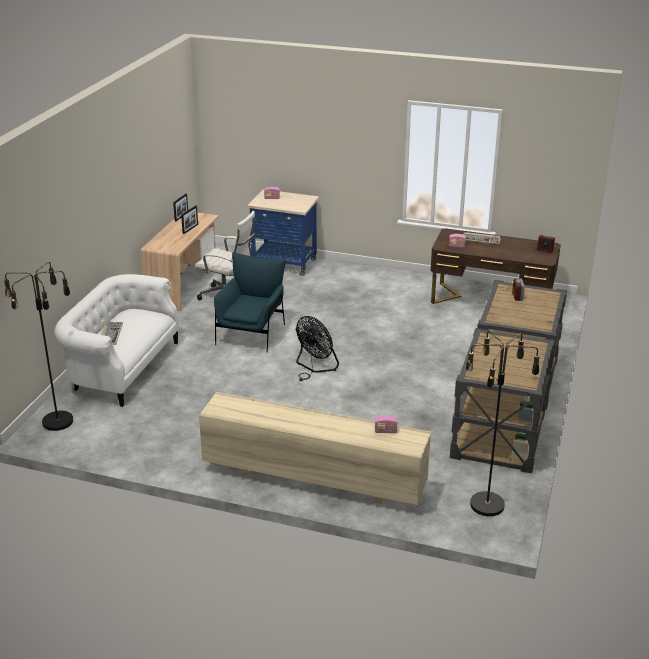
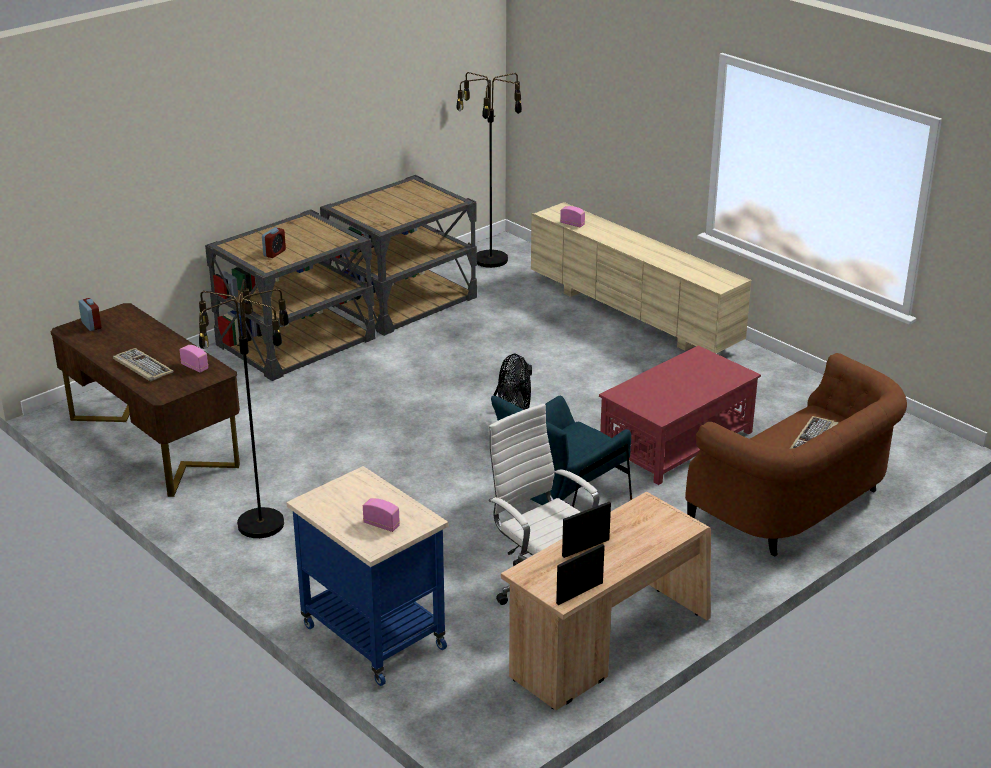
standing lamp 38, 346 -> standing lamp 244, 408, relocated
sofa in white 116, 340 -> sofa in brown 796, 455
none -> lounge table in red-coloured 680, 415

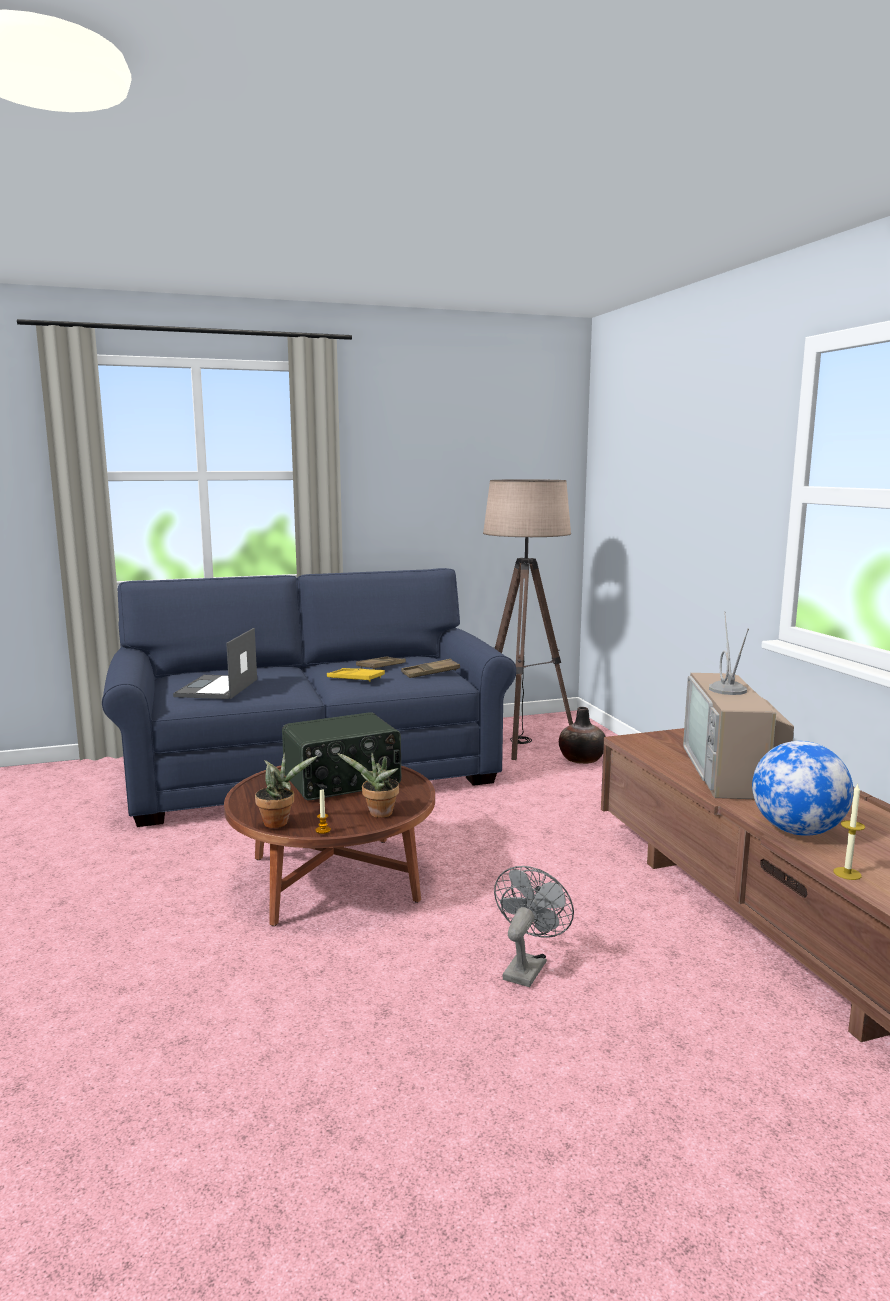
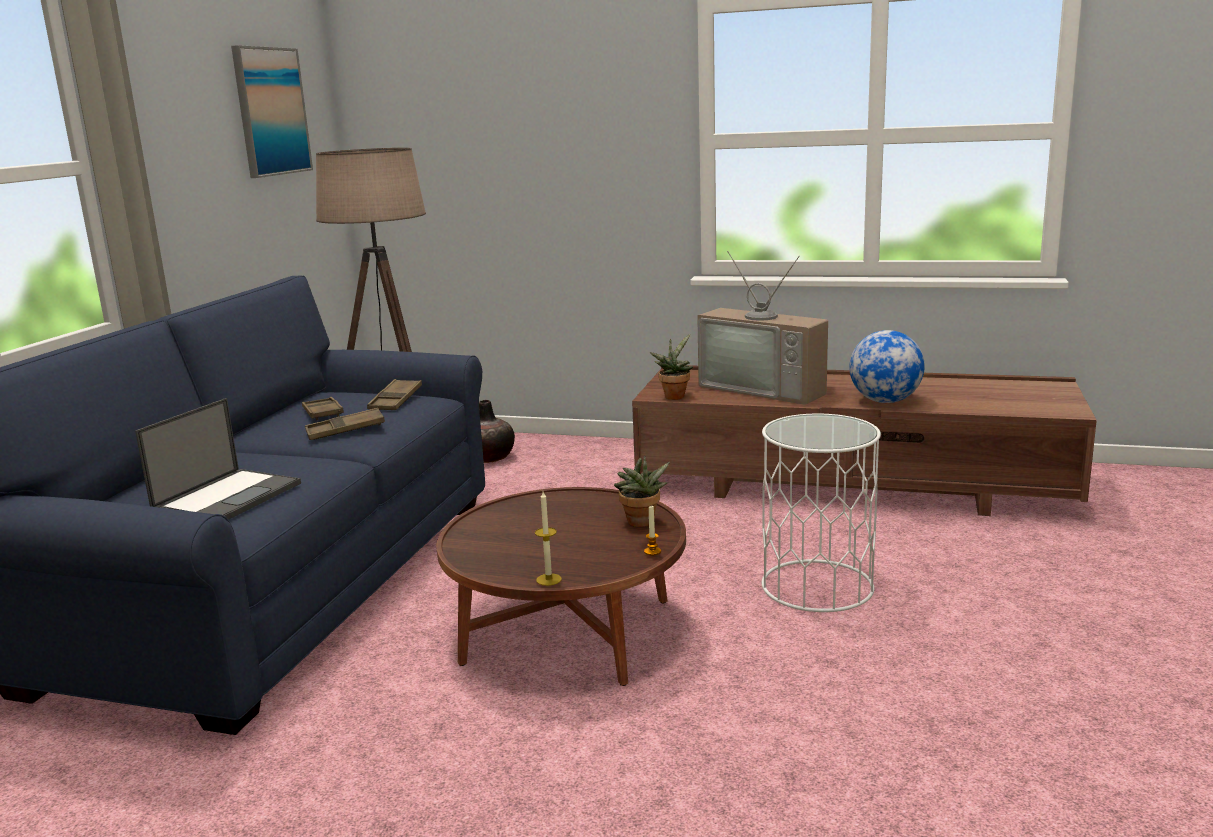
laptop 215, 663 -> laptop 218, 459, 105 degrees counterclockwise
tray in yellow-coloured 356, 675 -> tray in brown 345, 424
radio 341, 756 -> none
potted plant 286, 790 -> potted plant 671, 367, relocated
wax light 849, 832 -> wax light 548, 539, relocated
electric fan in grey 534, 926 -> end table in white 821, 513
none -> wall picture 272, 111

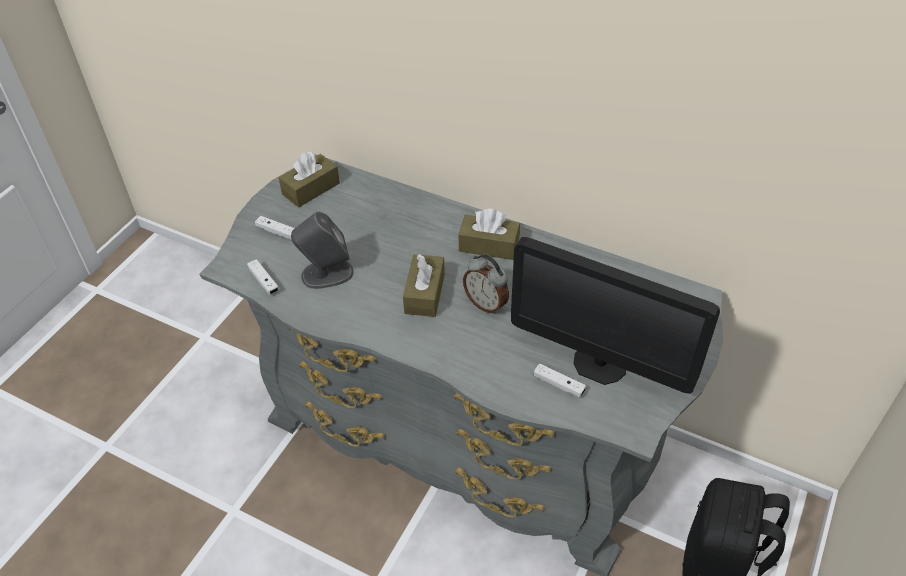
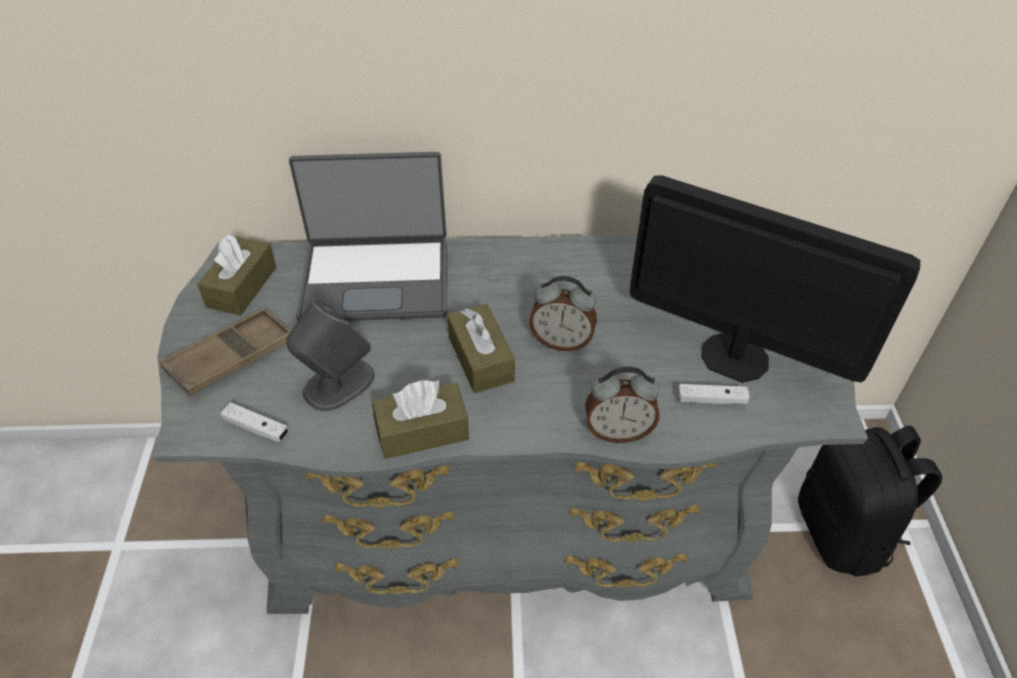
tissue box in brown 489, 234 -> tissue box in brown 420, 419, relocated
game controller in white 275, 228 -> tray in brown 225, 352
computer display 615, 315 -> computer display 775, 279, 150 degrees counterclockwise
none -> laptop 368, 236
none -> table clock 622, 405

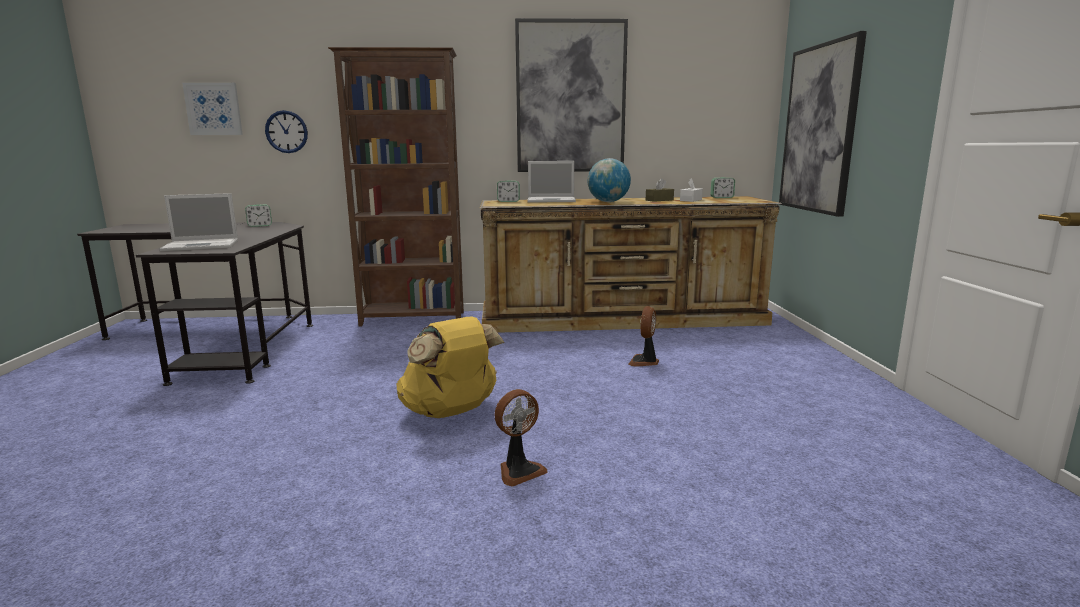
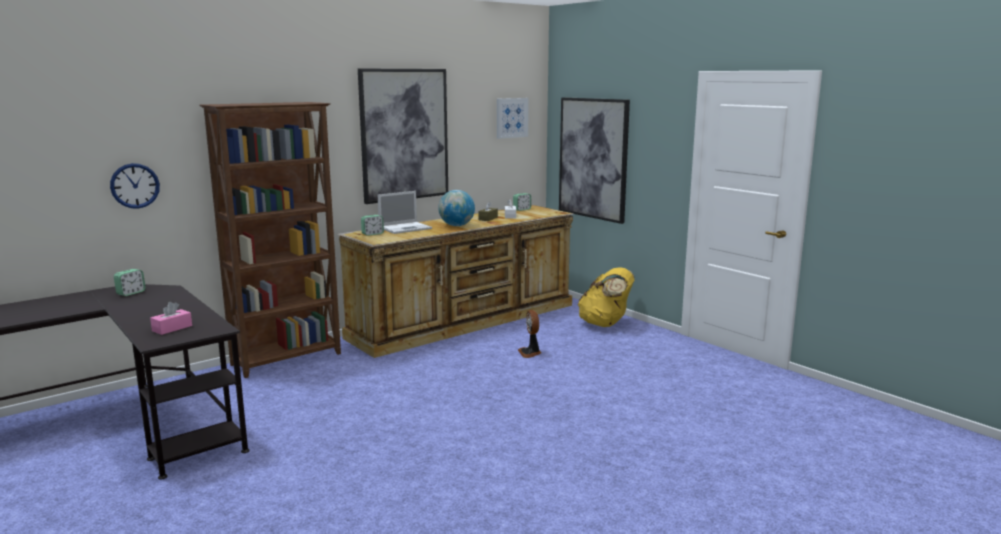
wall picture 212, 109 -> wall picture 513, 118, relocated
laptop 199, 222 -> tissue box in pink-coloured 171, 318
knapsack in yellow-coloured 451, 367 -> knapsack in yellow-coloured 606, 297, relocated
electric fan 521, 438 -> none

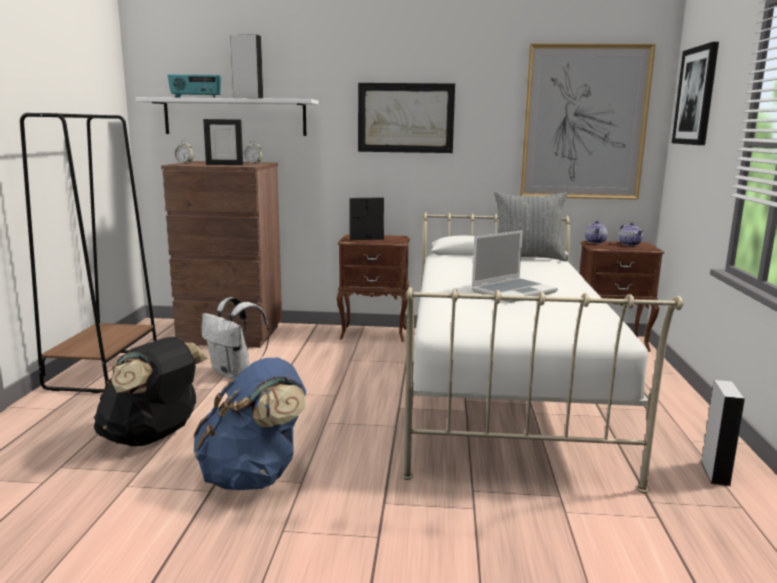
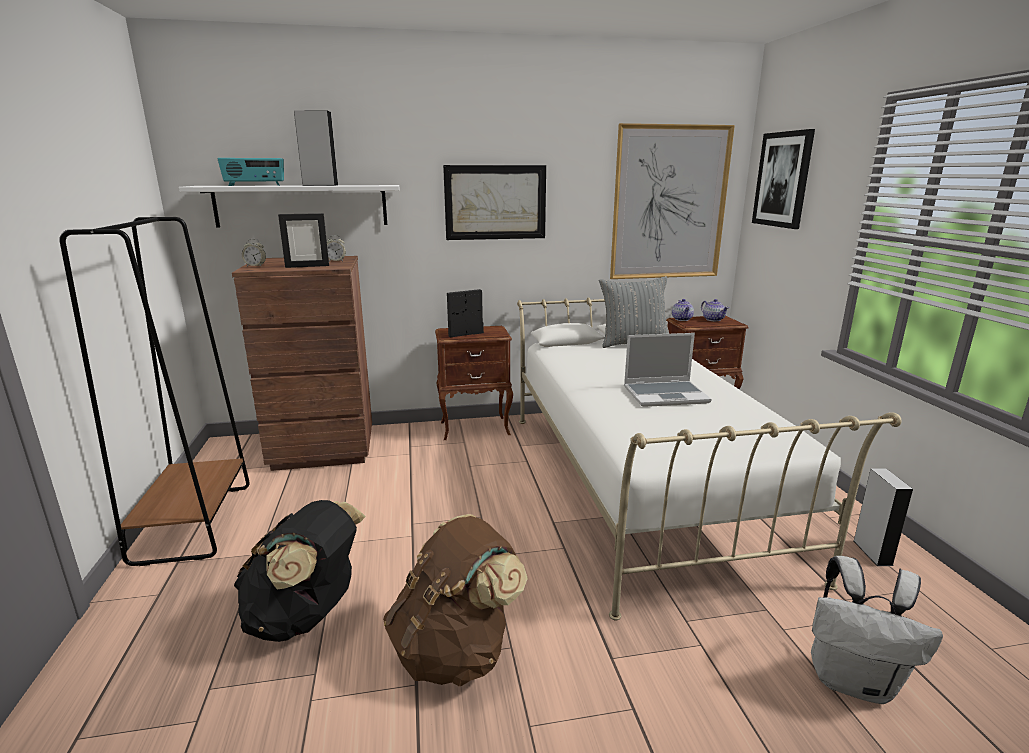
laptop 514, 266 -> laptop 667, 370, 45 degrees clockwise
knapsack in white 236, 338 -> knapsack in white 877, 630, relocated
knapsack in blue-coloured 250, 424 -> knapsack in brown 455, 600

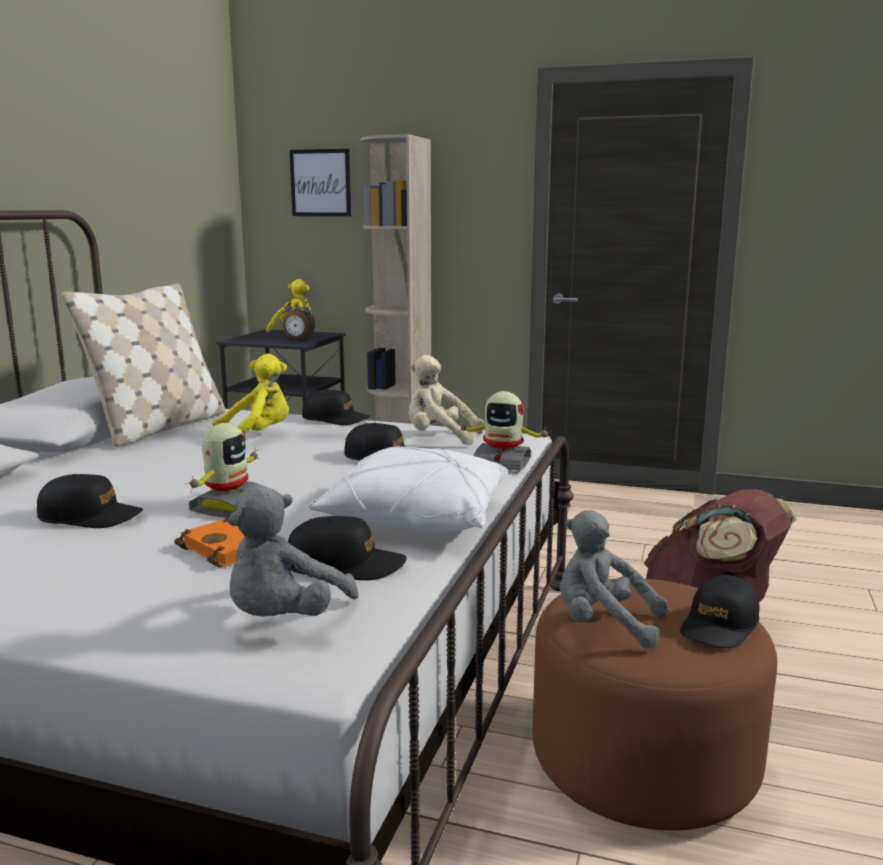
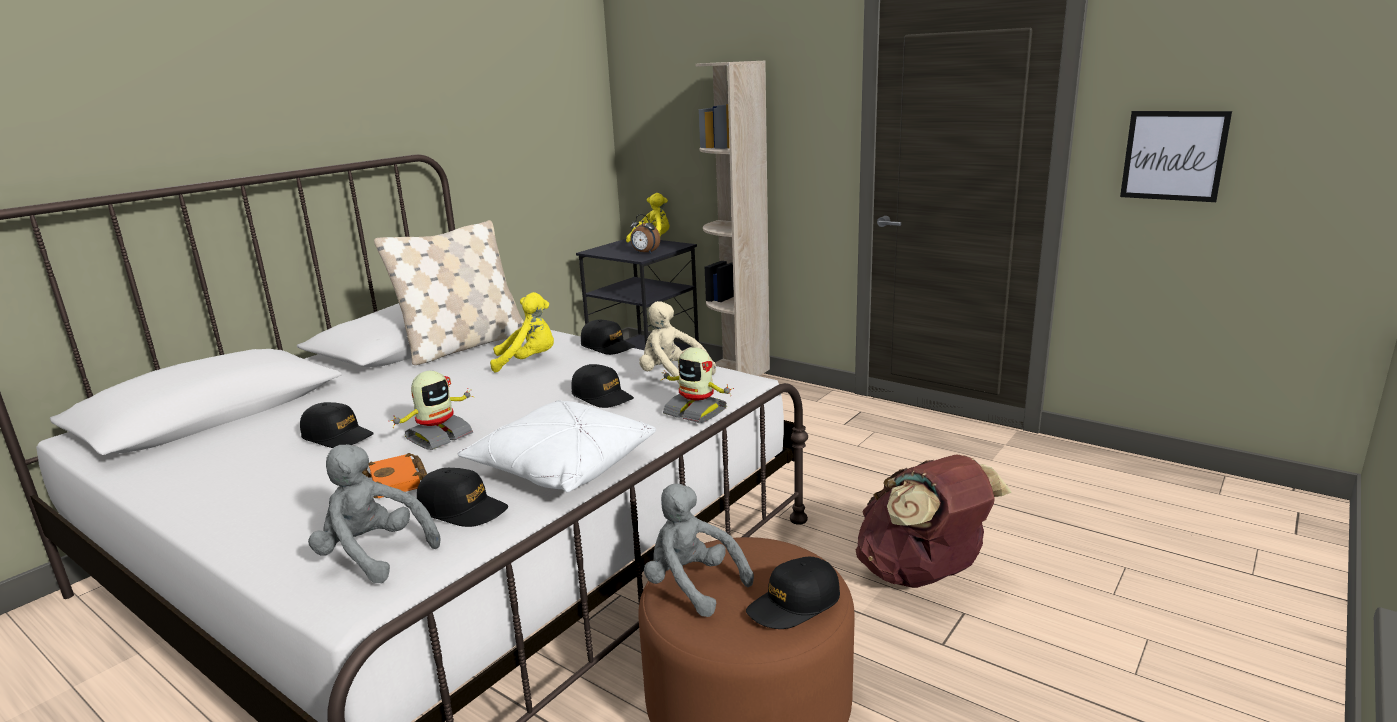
wall picture 320, 182 -> wall picture 1176, 156, relocated
plush toy in grey 293, 551 -> plush toy in grey 374, 513, 75 degrees clockwise

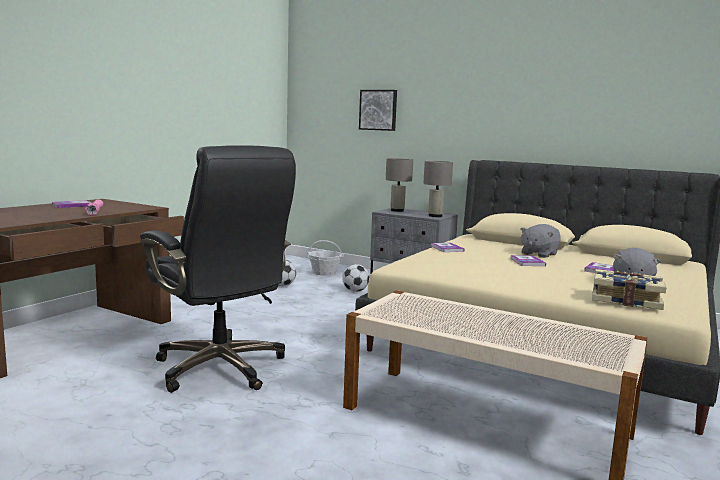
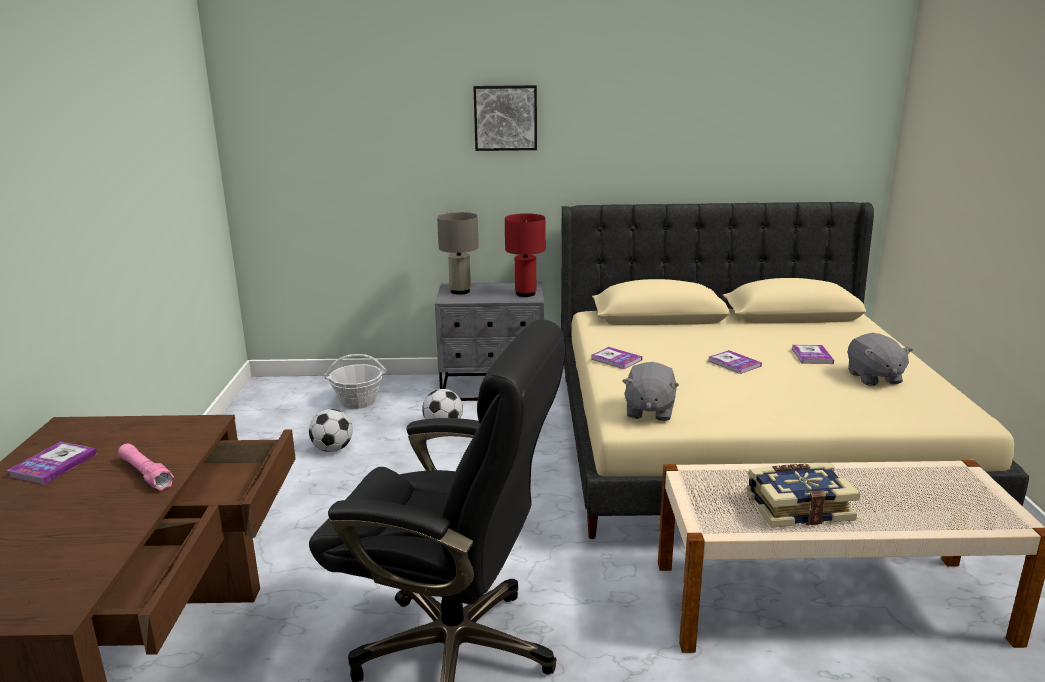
wall picture 378, 110 -> wall picture 505, 118, relocated
table lamp in grey 438, 189 -> table lamp in red-coloured 525, 255
plush toy in grey 540, 241 -> plush toy in grey 650, 391, relocated
volume 629, 289 -> volume 803, 495, relocated

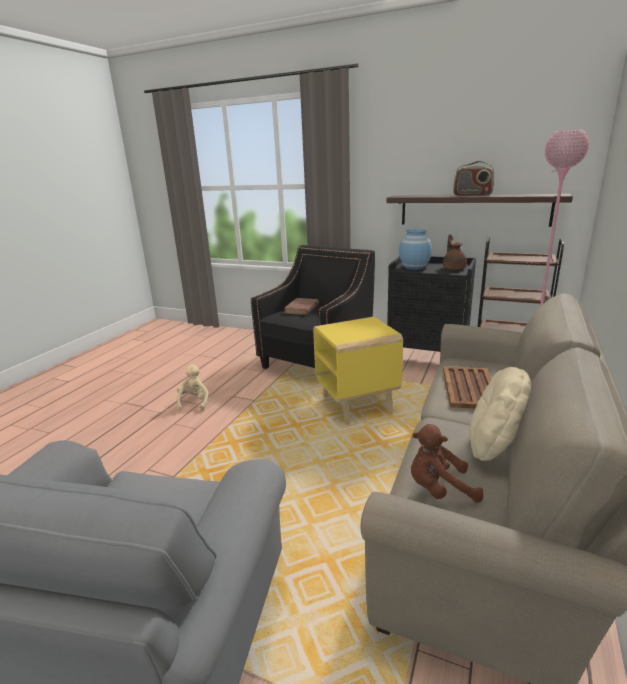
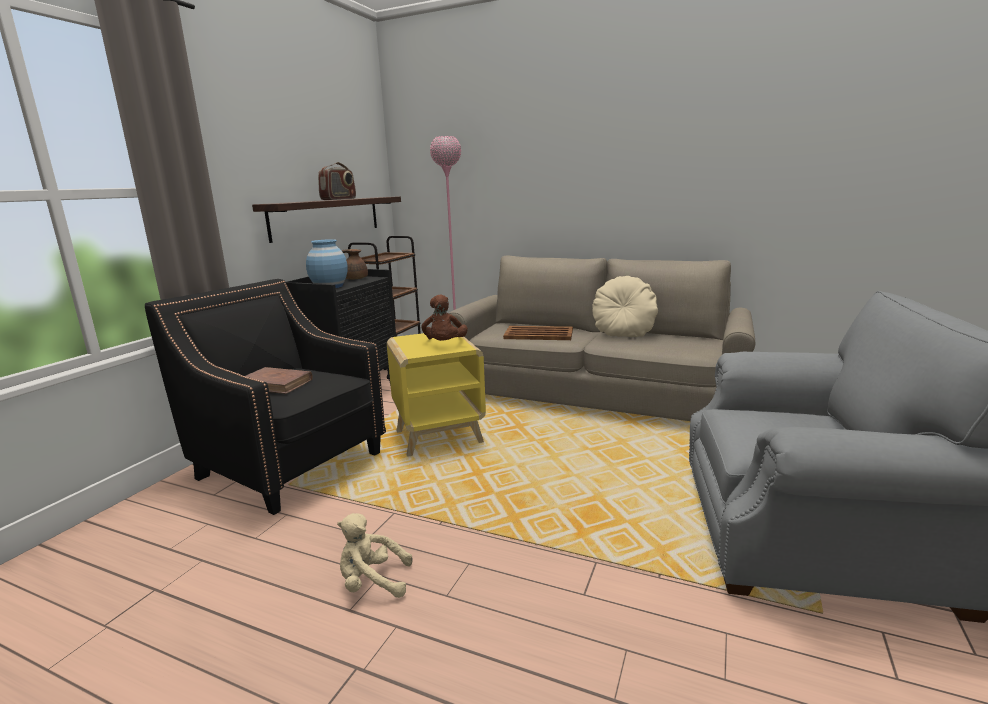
plush toy in brown 447, 463 -> plush toy in brown 444, 317, relocated

